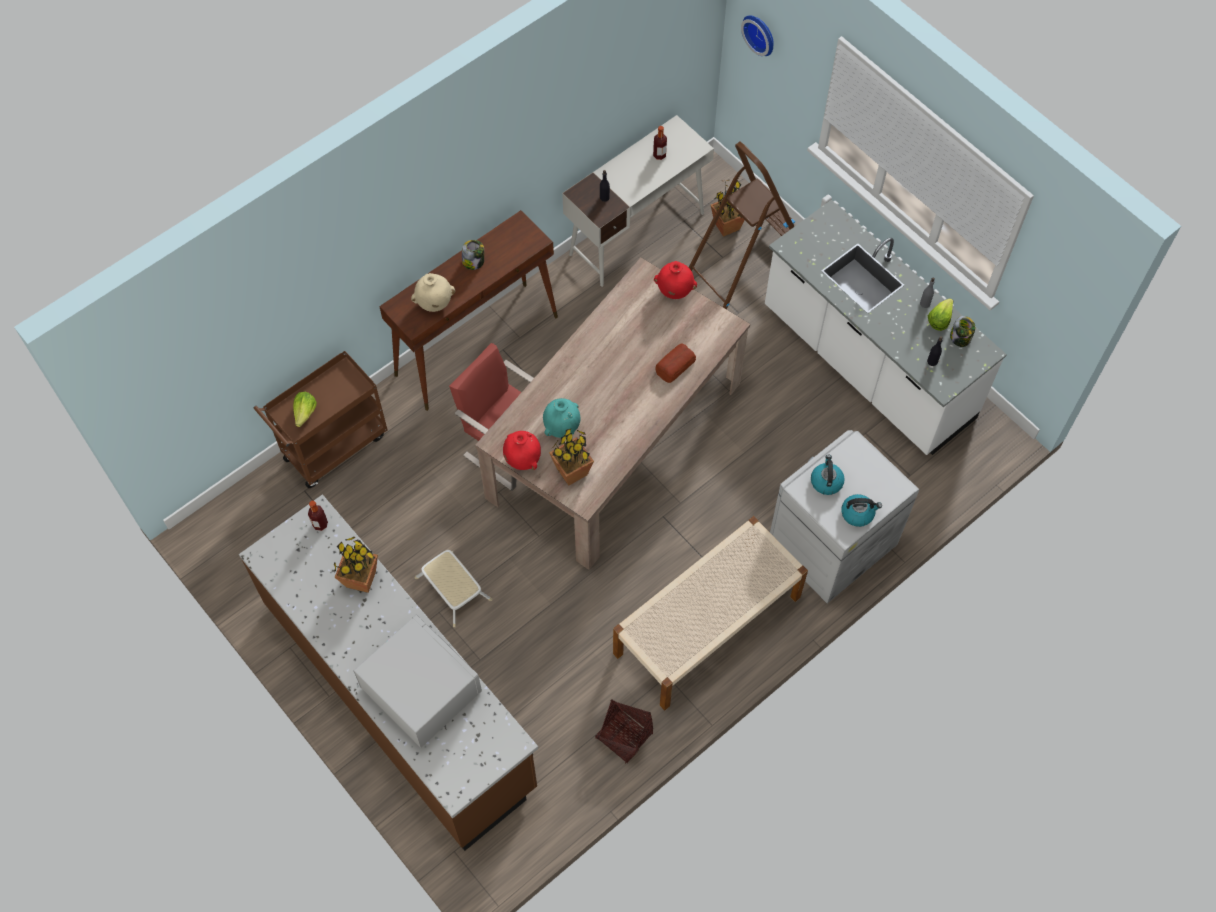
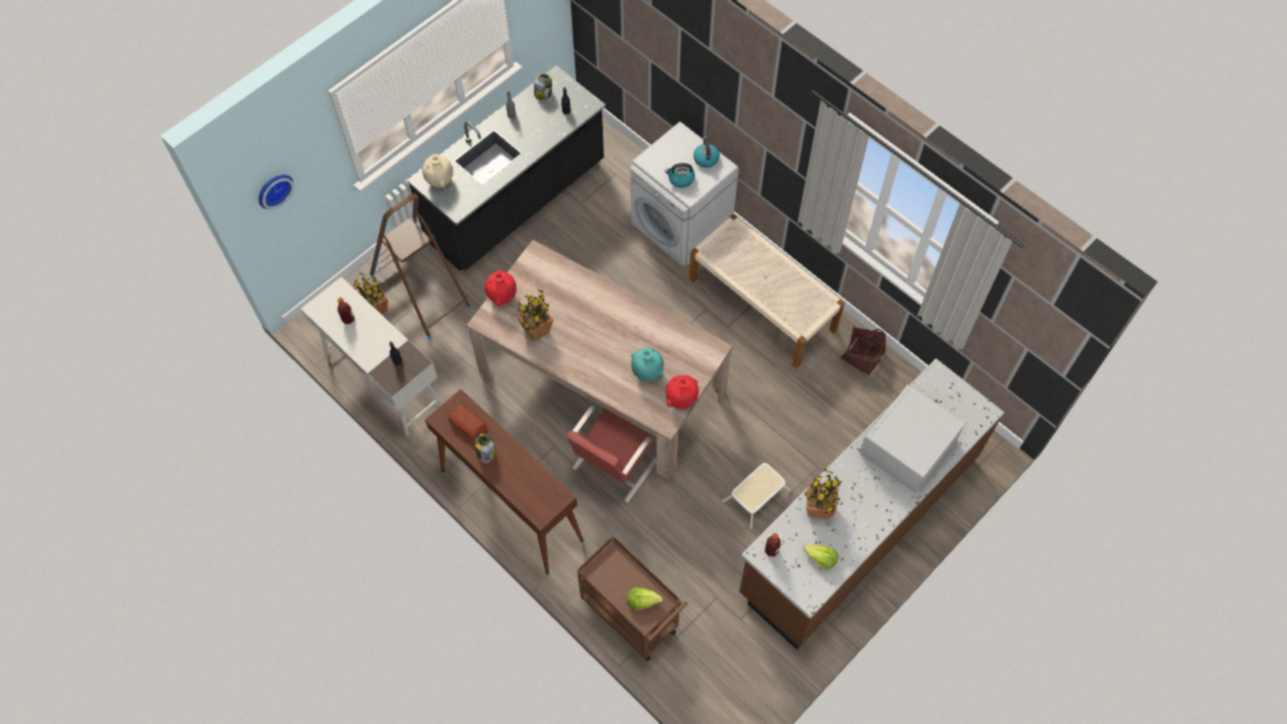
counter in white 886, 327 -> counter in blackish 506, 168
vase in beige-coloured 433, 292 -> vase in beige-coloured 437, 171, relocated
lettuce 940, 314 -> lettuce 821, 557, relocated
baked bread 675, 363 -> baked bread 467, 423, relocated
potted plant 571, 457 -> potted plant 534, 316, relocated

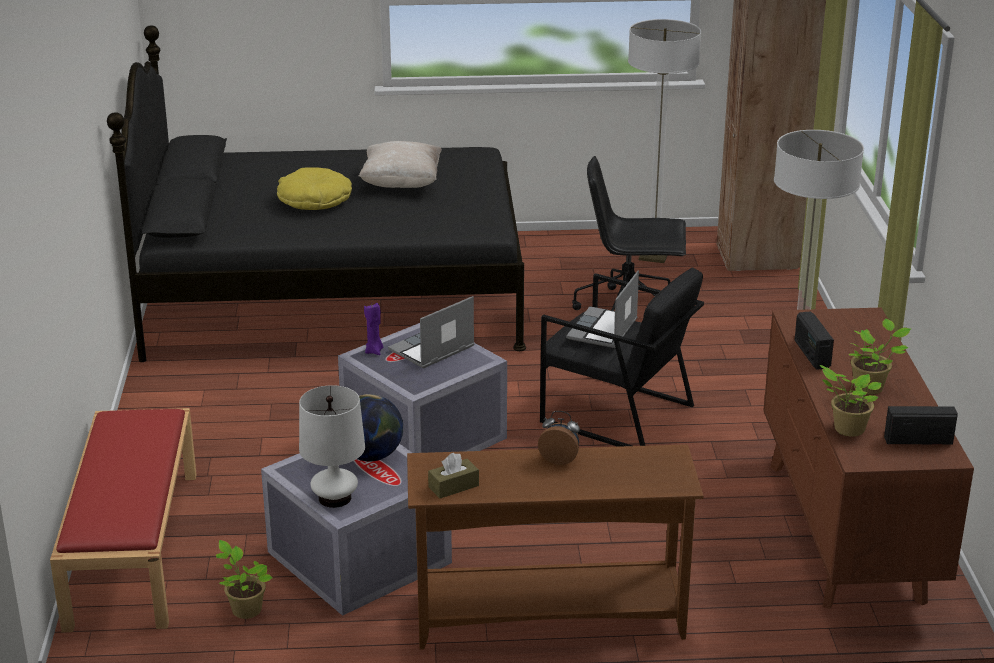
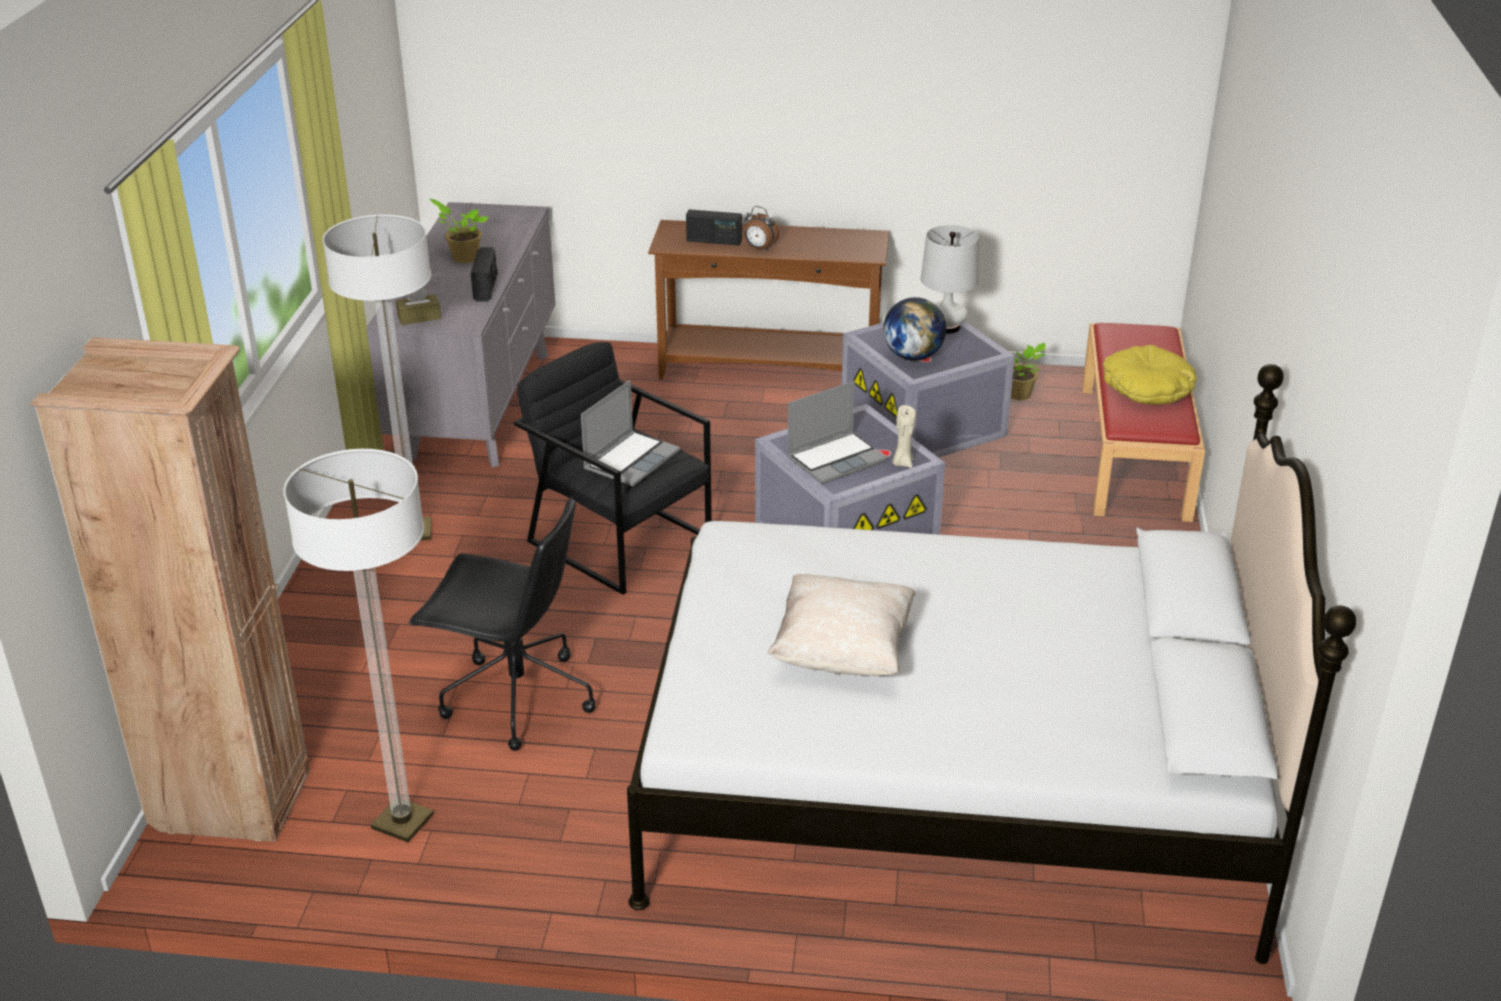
bed in blackish 316, 193 -> bed in white 991, 664
cushion in yellow-coloured 314, 189 -> cushion in yellow-coloured 1150, 375, relocated
wax light in purple-coloured 373, 329 -> wax light in beige-coloured 904, 436
drawer chest in brown 868, 458 -> drawer chest in grey 460, 334
potted plant 850, 401 -> none
radio 921, 425 -> radio 714, 227, relocated
tissue box in brown 453, 475 -> tissue box in brown 418, 306, relocated

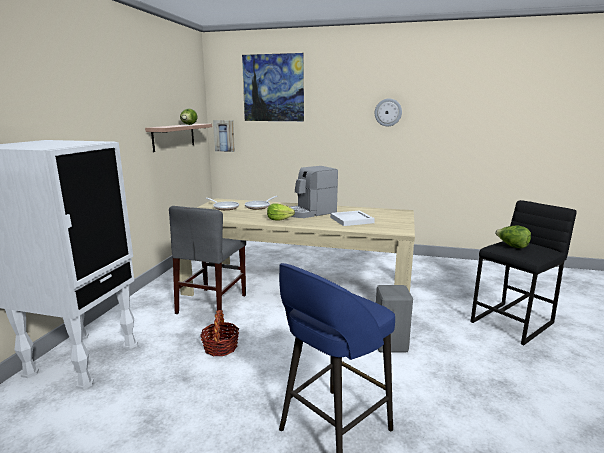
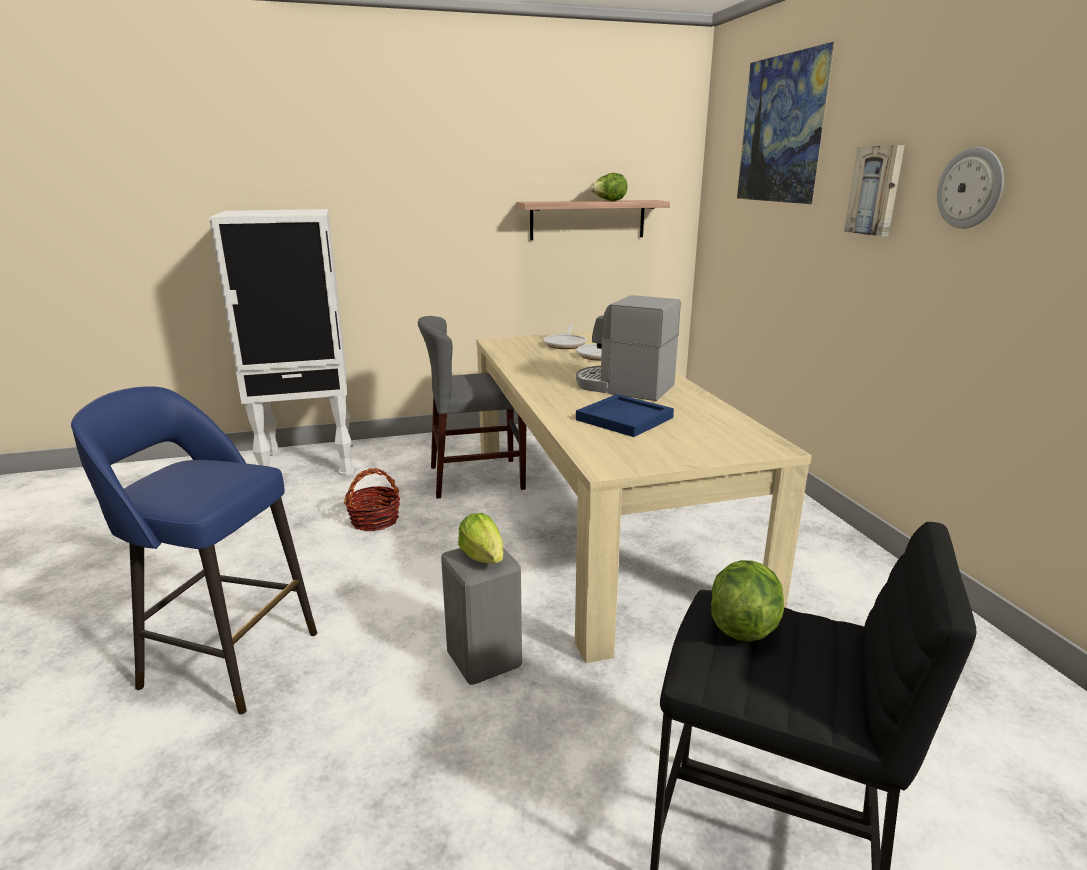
wall picture 224, 136 -> wall picture 874, 191, relocated
lettuce 281, 211 -> lettuce 480, 538, relocated
tray in white 352, 218 -> tray in blue-coloured 625, 415

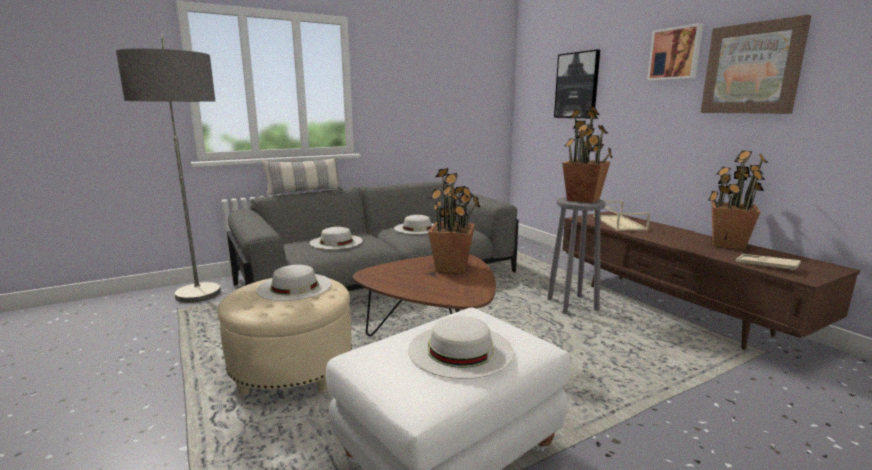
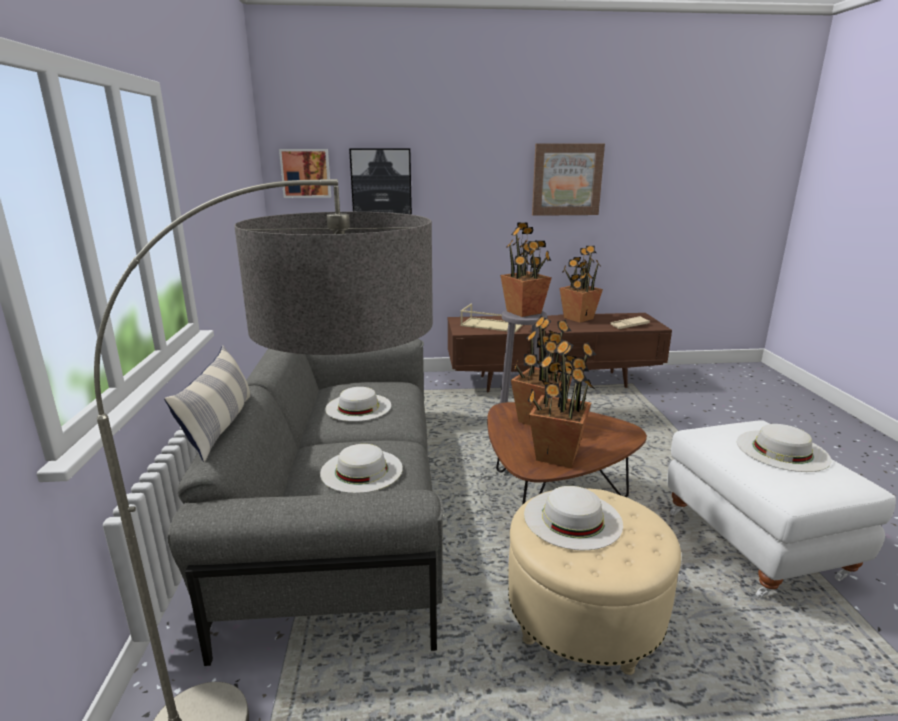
wall picture 675, 52 -> wall picture 305, 173, relocated
none -> potted plant 561, 403

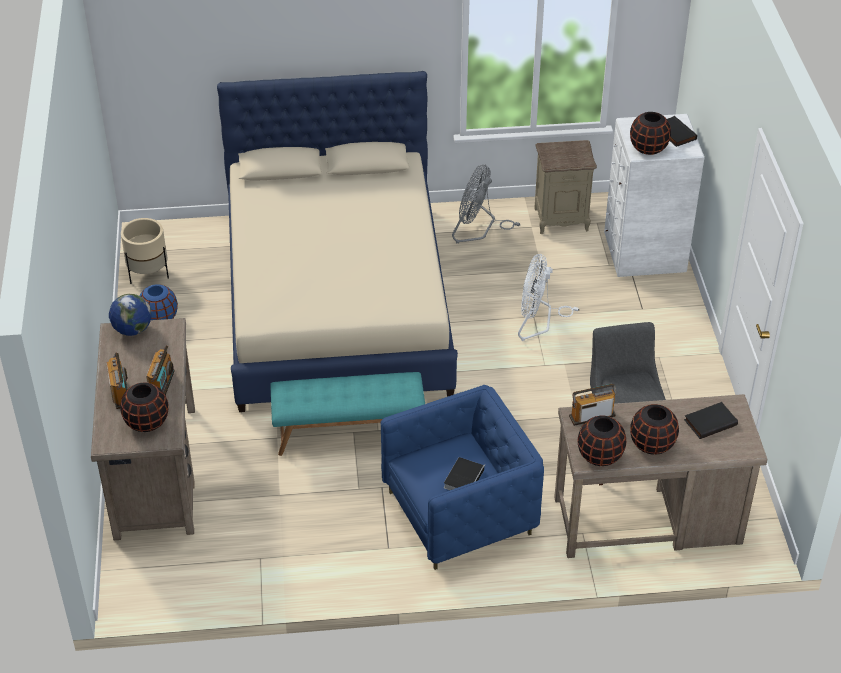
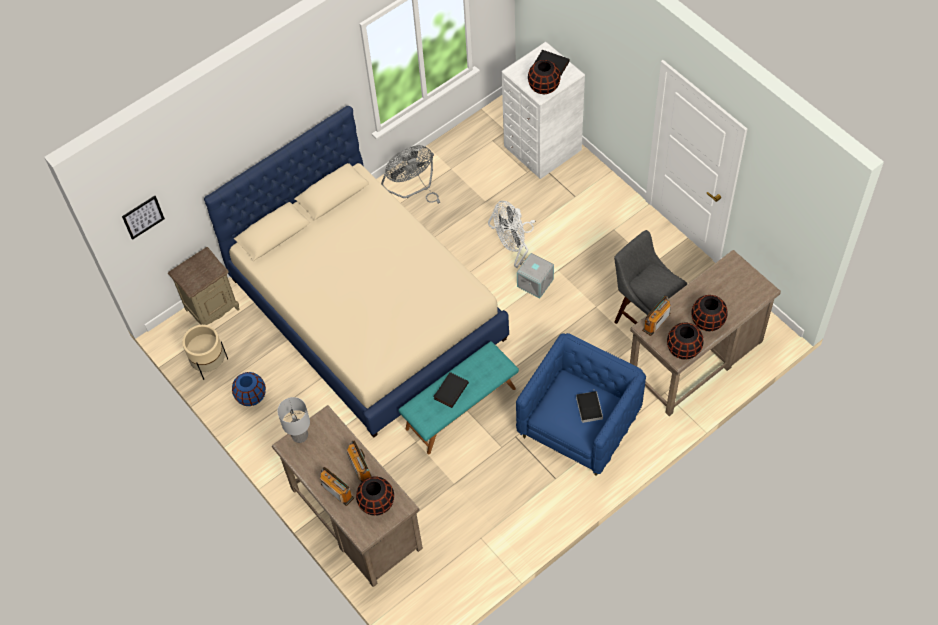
night table in beige-coloured 566, 187 -> night table in beige-coloured 204, 286, relocated
electric fan in grey 486, 204 -> electric fan in grey 410, 174, 75 degrees clockwise
desk globe 130, 315 -> table lamp in grey 294, 420
volume in blackish 711, 420 -> volume in blackish 451, 390, relocated
none -> wall picture 143, 218
none -> storage bin in grey 535, 275

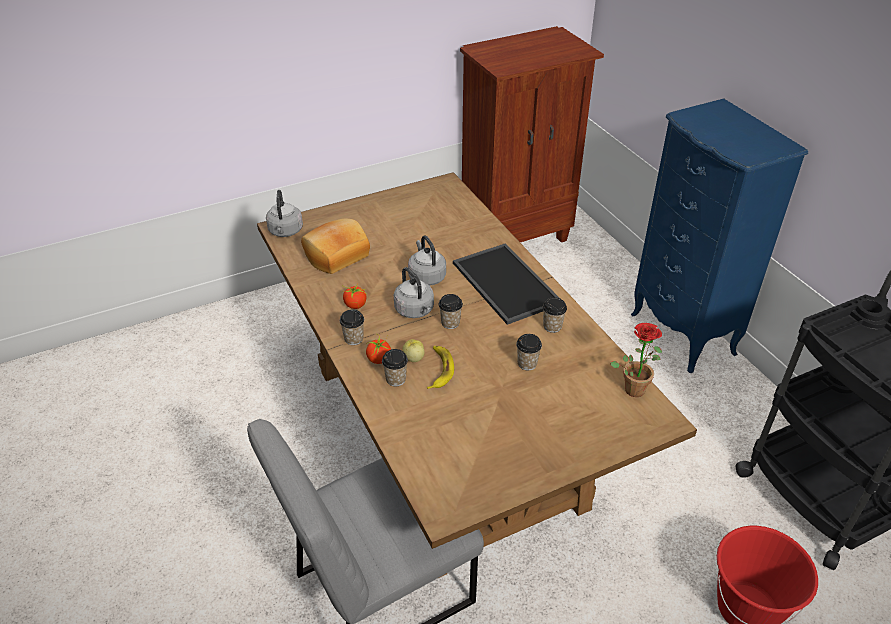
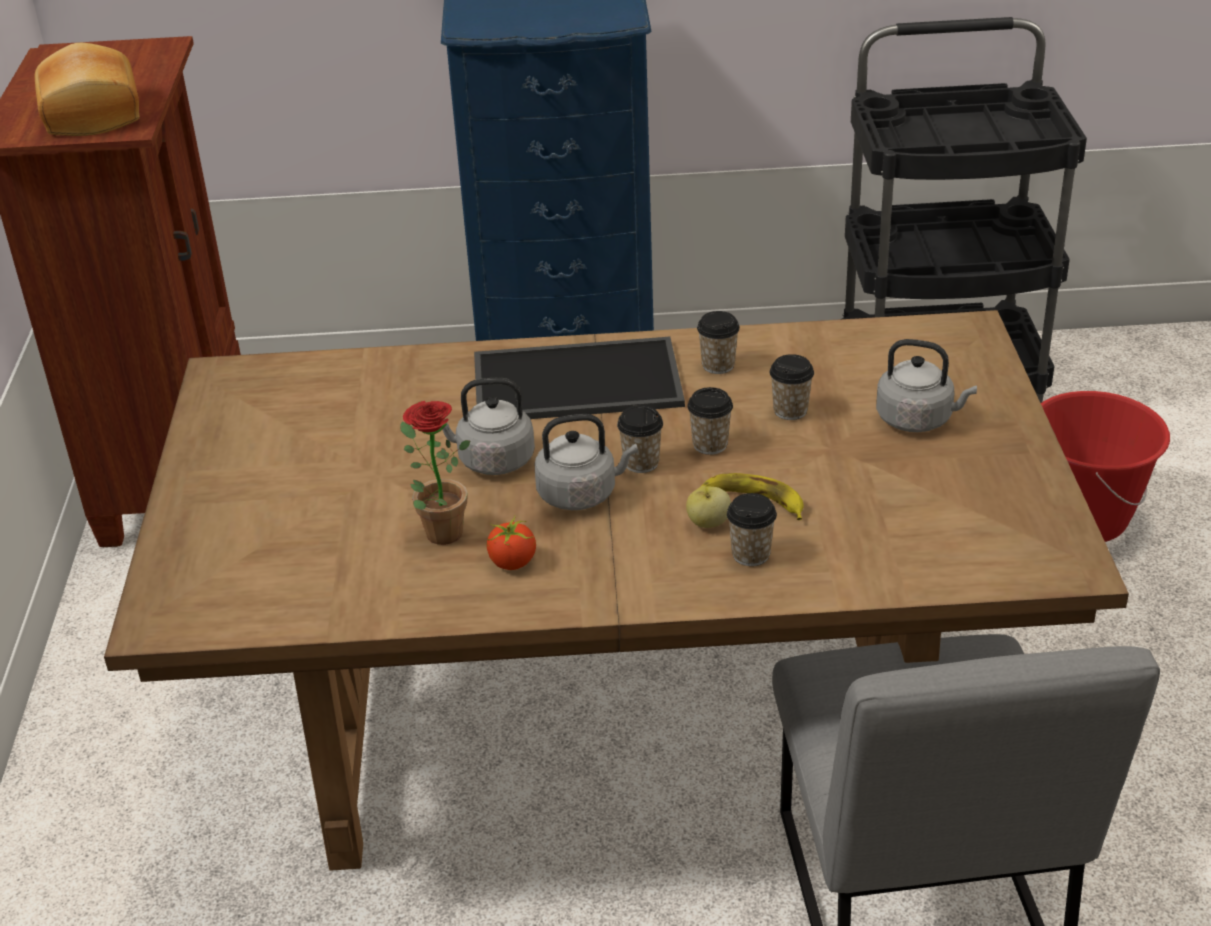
tea kettle in grey 284, 213 -> tea kettle in grey 926, 385, relocated
baked bread 335, 246 -> baked bread 87, 89, relocated
drinking cup 352, 327 -> drinking cup 710, 421, relocated
potted plant 636, 360 -> potted plant 435, 473, relocated
fresh tomato 378, 349 -> none

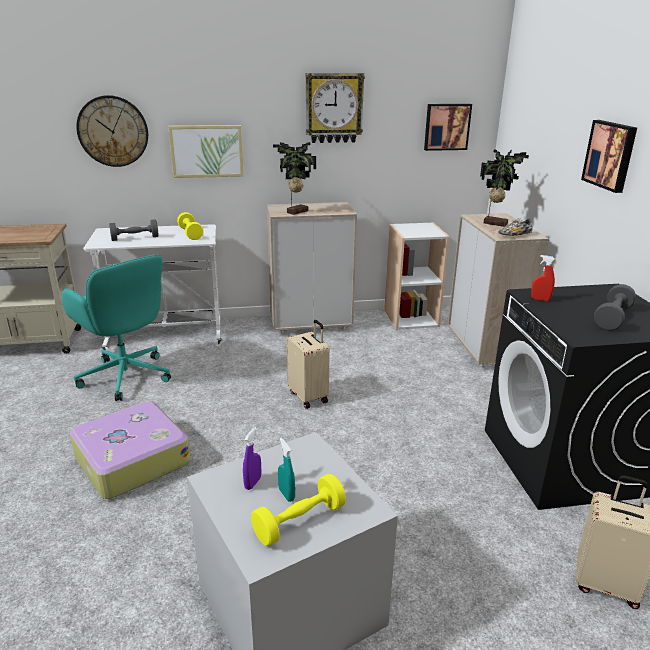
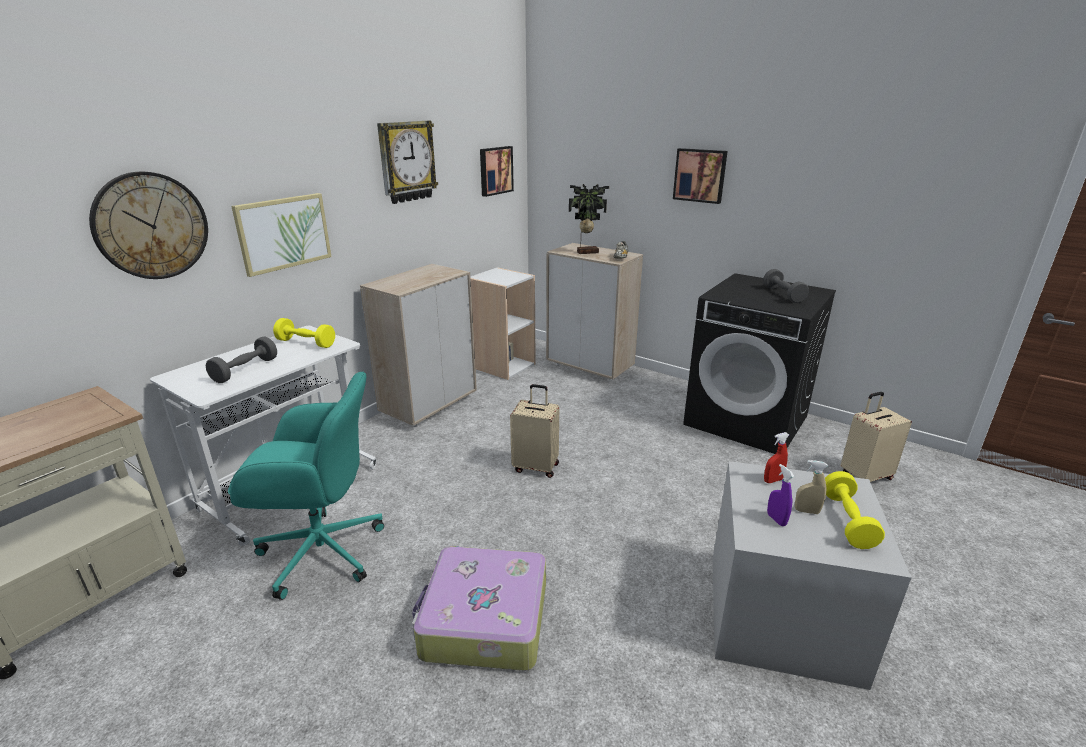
potted plant 294, 178 -> none
sprayer in red-coloured 543, 278 -> sprayer in red-coloured 776, 457, relocated
sprayer in blue-green 286, 470 -> sprayer in beige-coloured 811, 487

